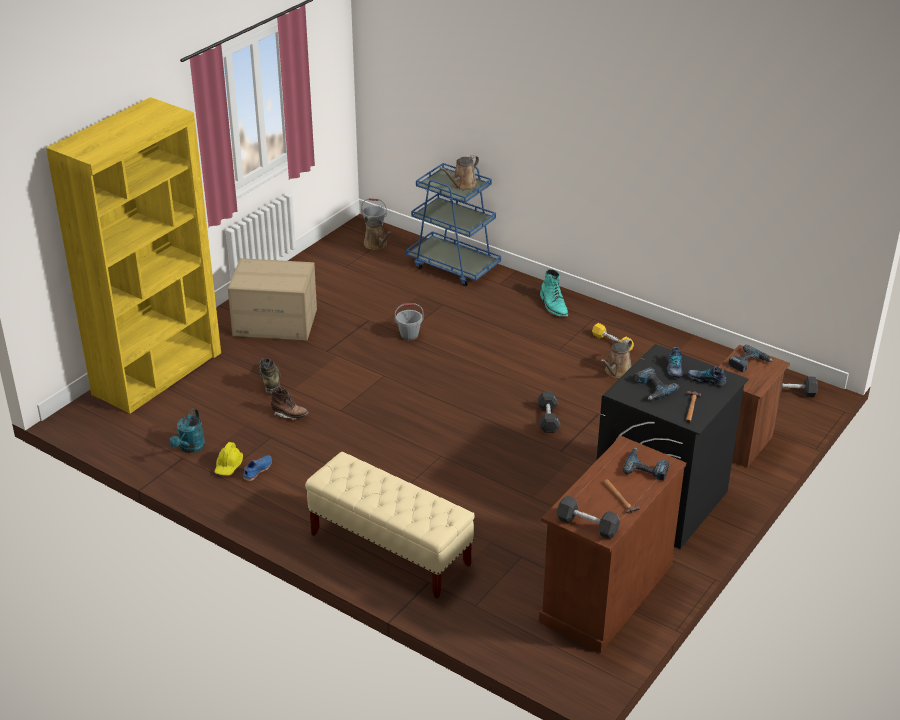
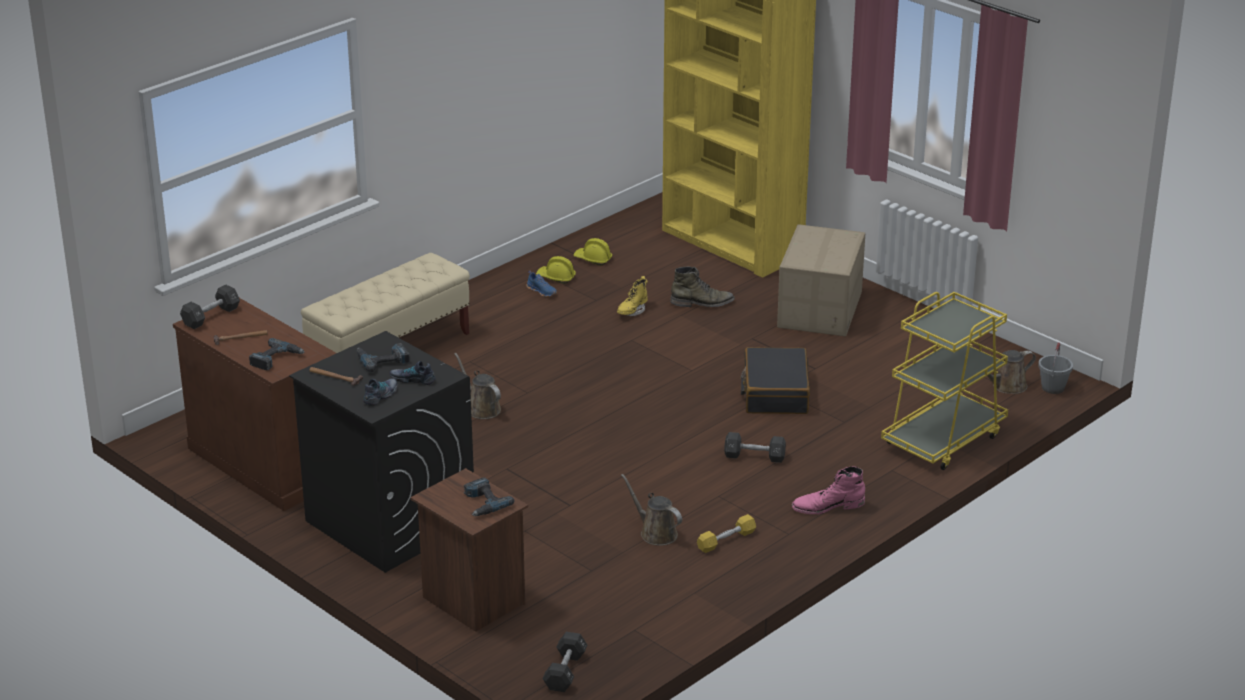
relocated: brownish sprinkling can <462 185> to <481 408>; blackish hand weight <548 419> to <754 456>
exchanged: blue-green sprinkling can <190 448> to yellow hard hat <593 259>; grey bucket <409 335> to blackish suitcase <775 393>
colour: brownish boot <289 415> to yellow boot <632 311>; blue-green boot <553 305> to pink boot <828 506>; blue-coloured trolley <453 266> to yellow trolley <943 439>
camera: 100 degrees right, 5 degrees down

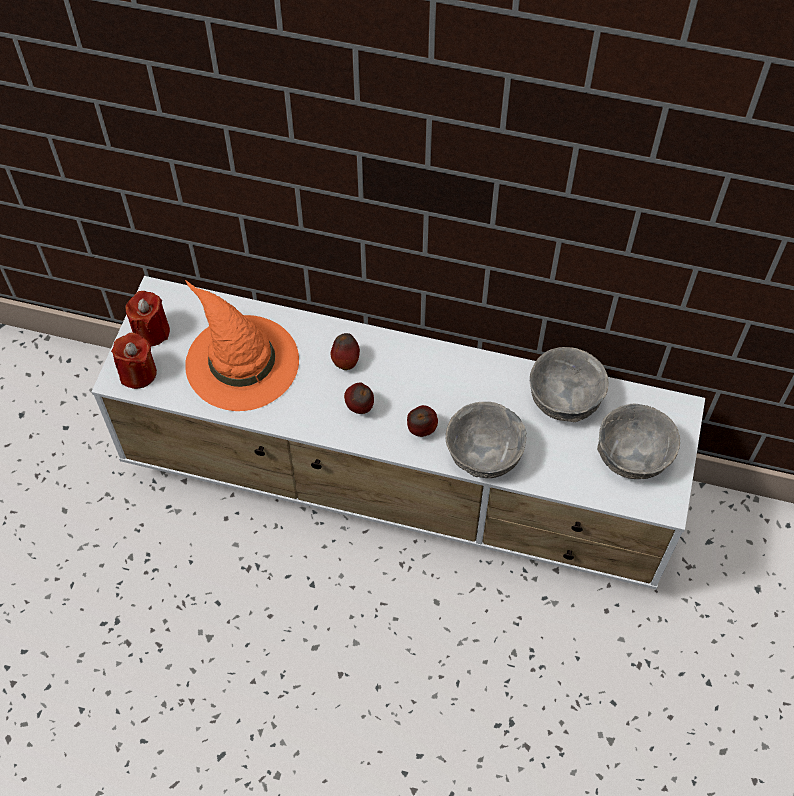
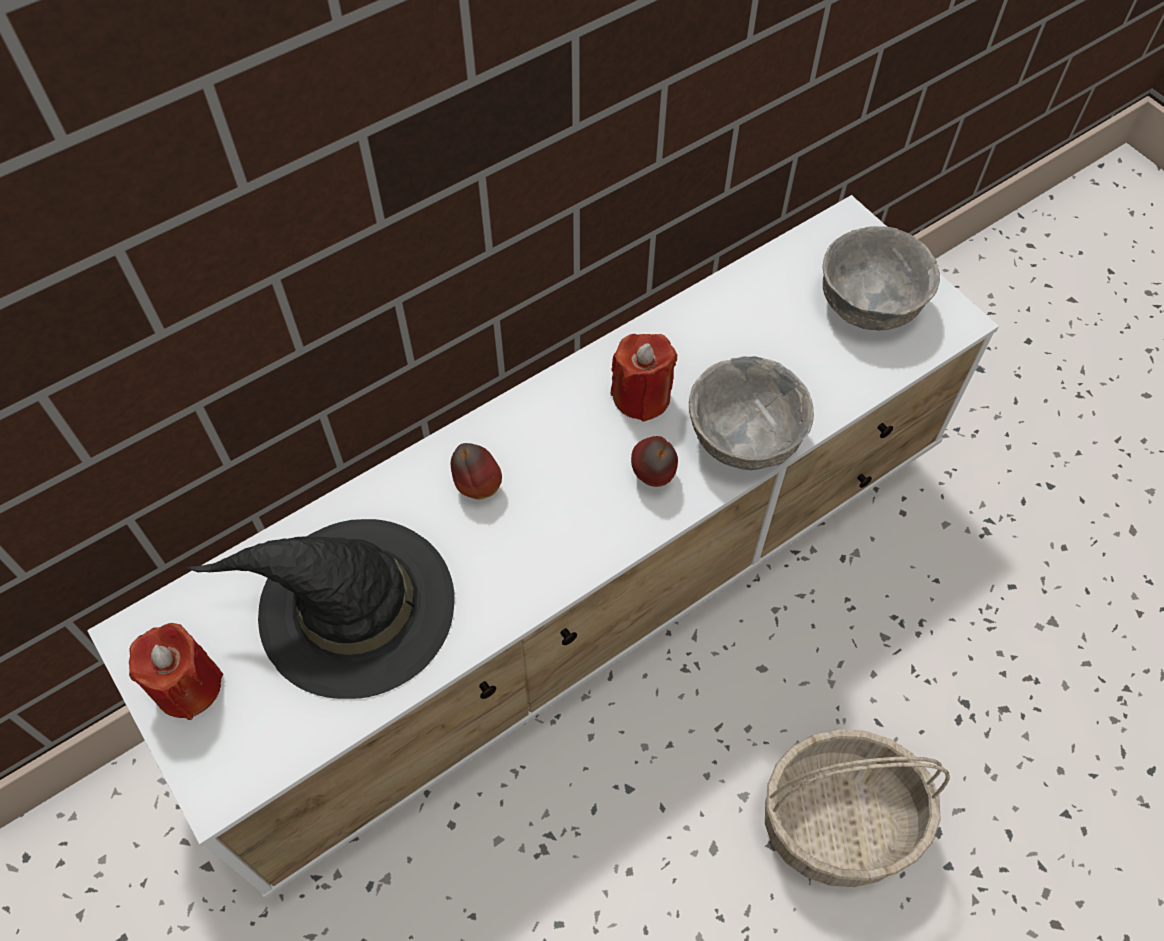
missing: apple fruit <360 408>; grey deep dish <565 399>
appeared: storage basket <838 821>
relocated: red candle <138 373> to <641 396>
colour: orangey hat <240 361> to blackish hat <353 607>
camera: 50 degrees left, 0 degrees up

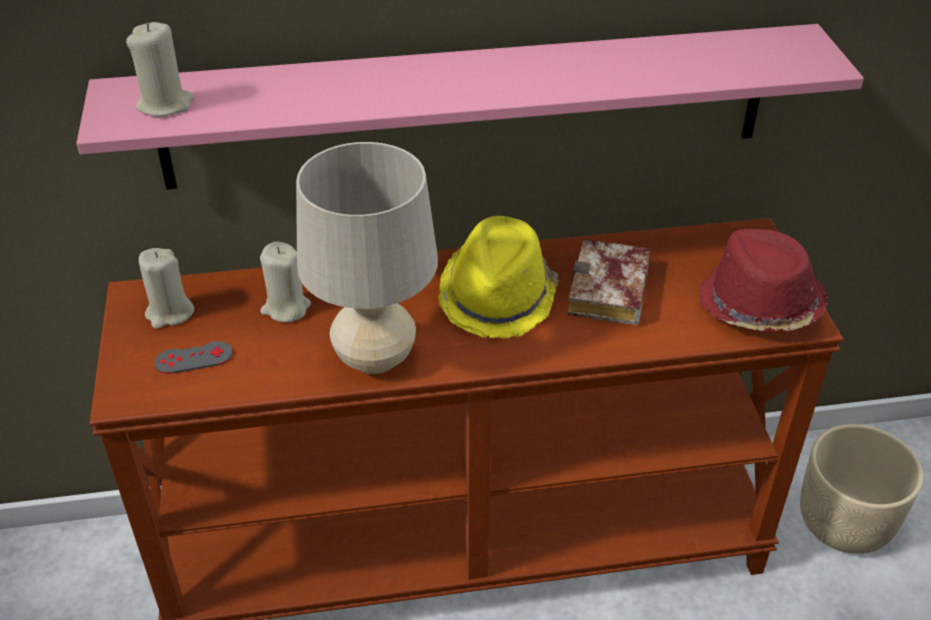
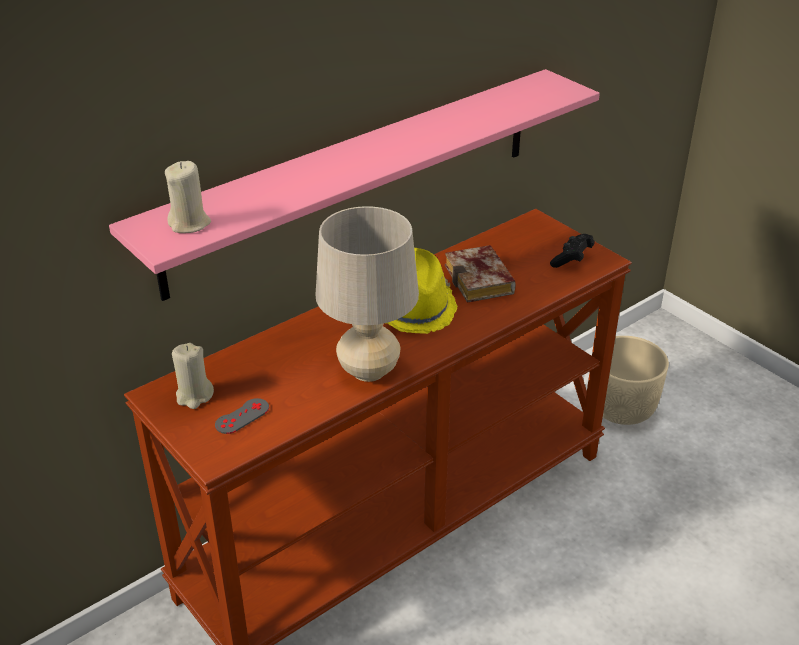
missing: sand-coloured candle <286 308>
exchanged: red hat <758 306> to blackish joypad <572 260>
camera: 30 degrees left, 5 degrees down

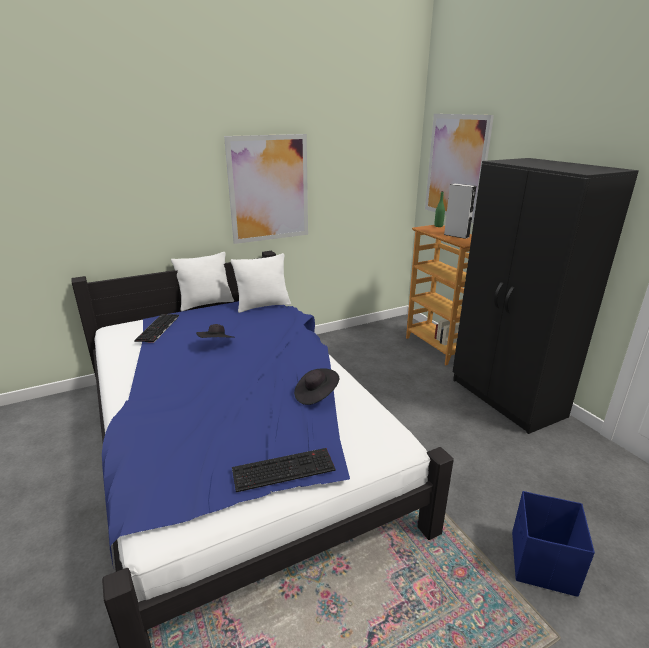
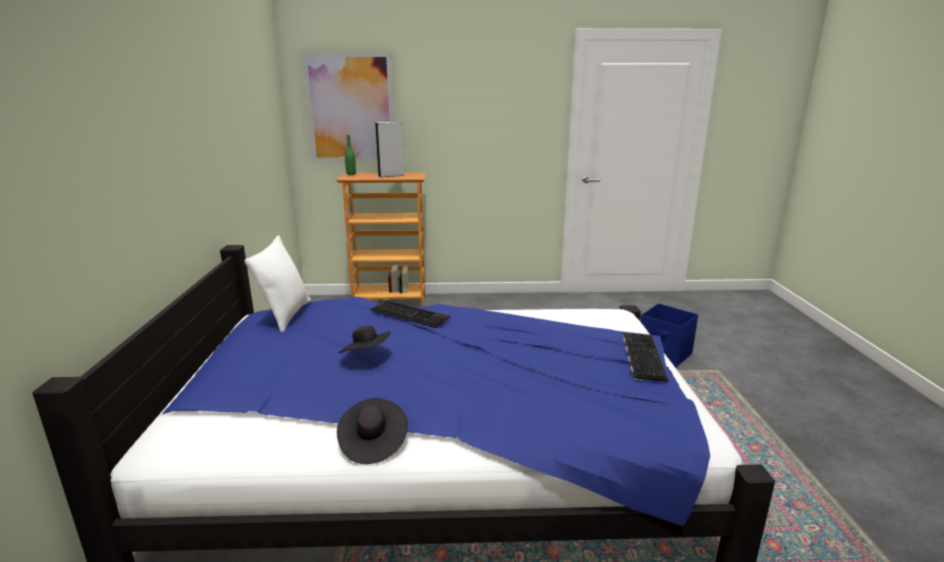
missing: whitish pillow <206 304>; wall picture <269 189>; blackish clothes cupboard <506 398>
relocated: blackish hat <316 395> to <372 443>; keyboard <158 328> to <411 314>
camera: 65 degrees left, 5 degrees down

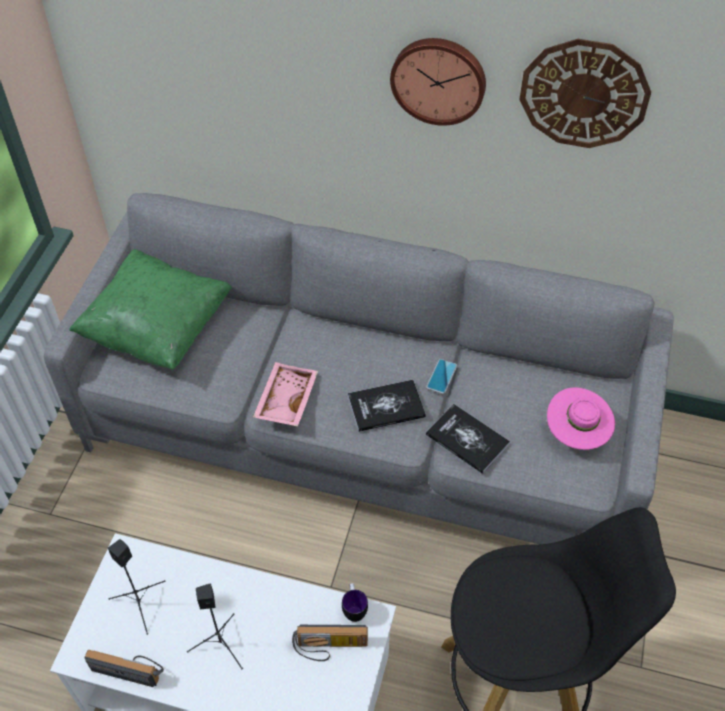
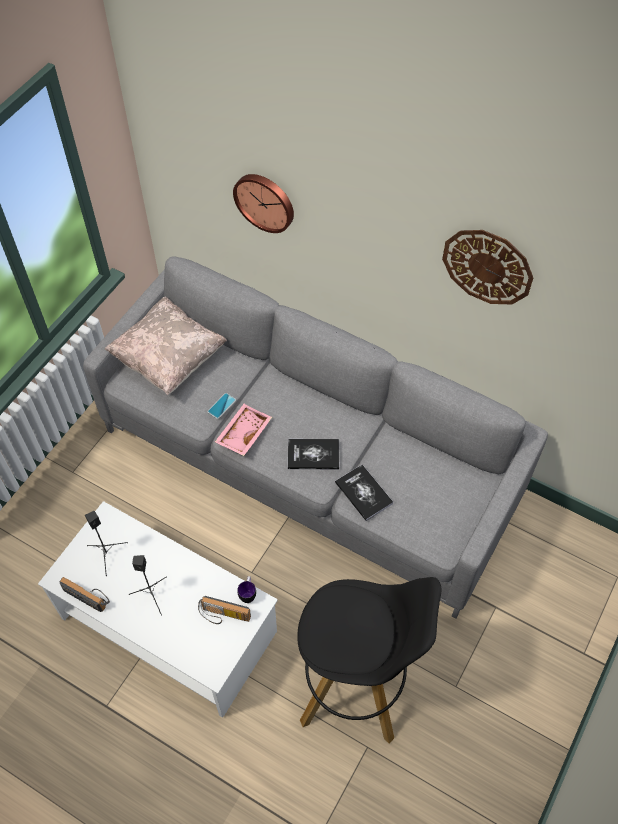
missing: pink hat <576 433>
relocated: handset <441 376> to <221 406>; hanging clock <439 79> to <265 201>
colour: green pillow <158 329> to sand-coloured pillow <169 359>
camera: 15 degrees right, 5 degrees up

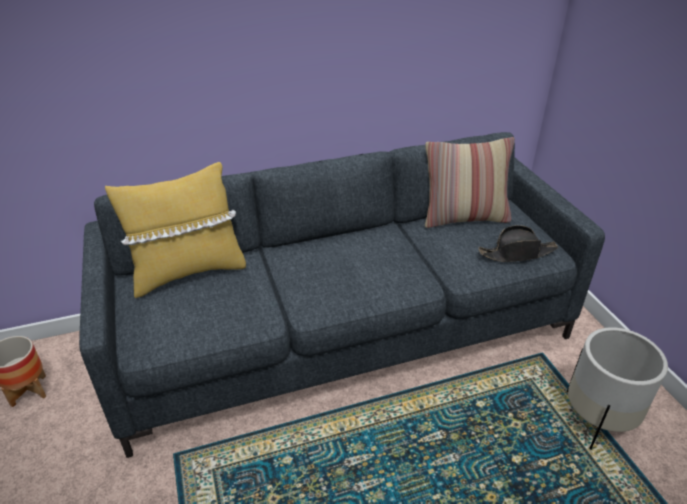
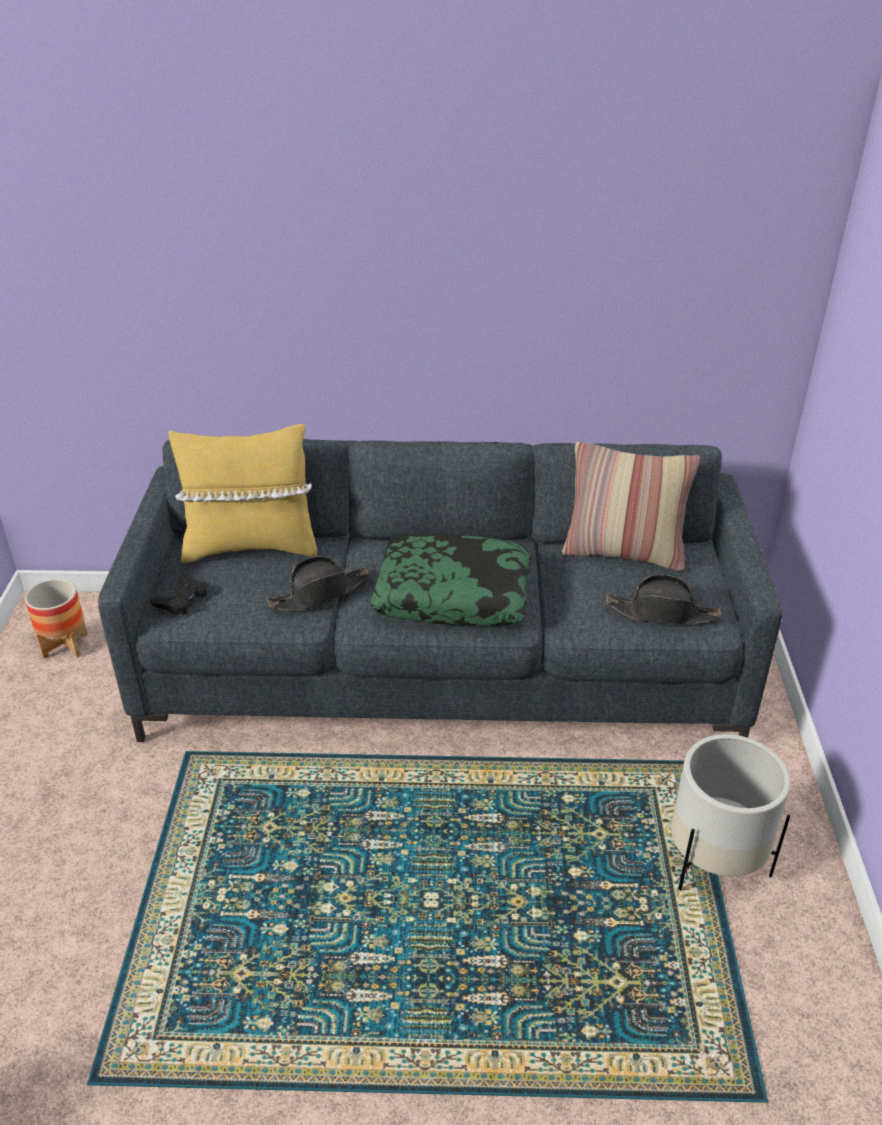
appeared: blackish joypad <182 599>; blackish hat <320 593>; pillow <453 594>
camera: 20 degrees right, 0 degrees up

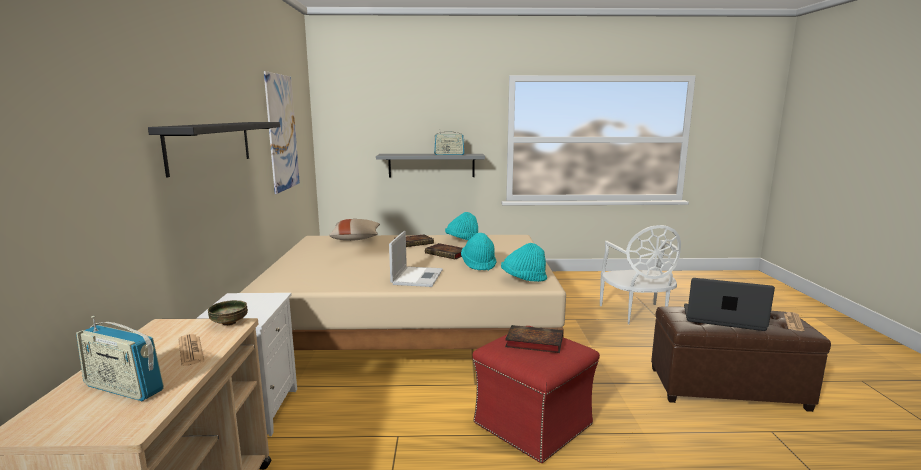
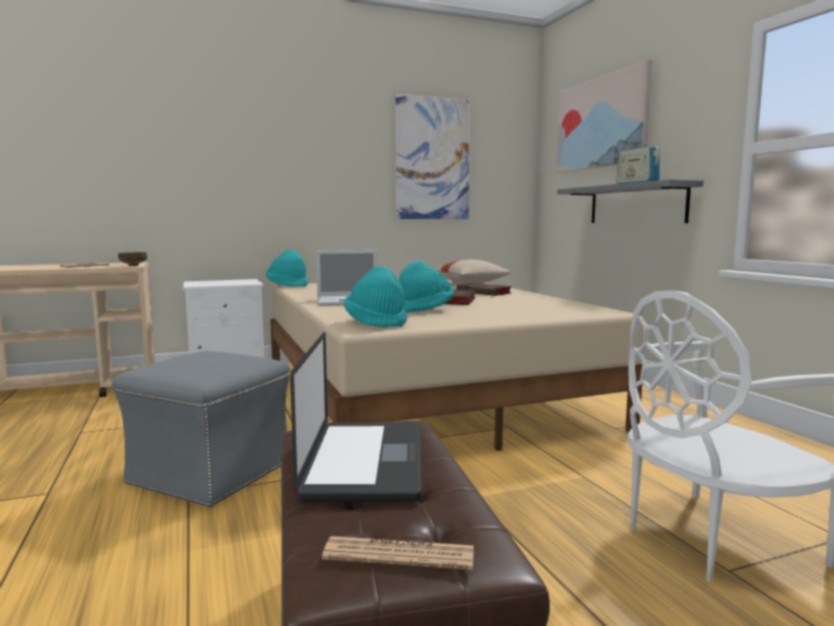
missing: radio receiver <123 388>; blackish wall shelf <211 145>; bound book <532 342>
appeared: wall picture <602 122>
relocated: blue-green hat <462 240> to <287 285>
colour: red pouffe <533 424> to grey pouffe <210 473>
camera: 70 degrees right, 5 degrees down

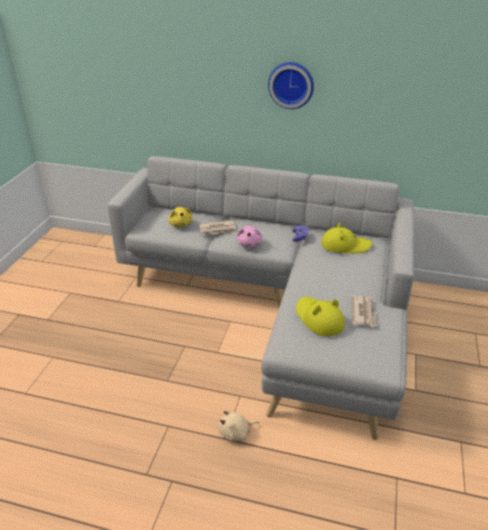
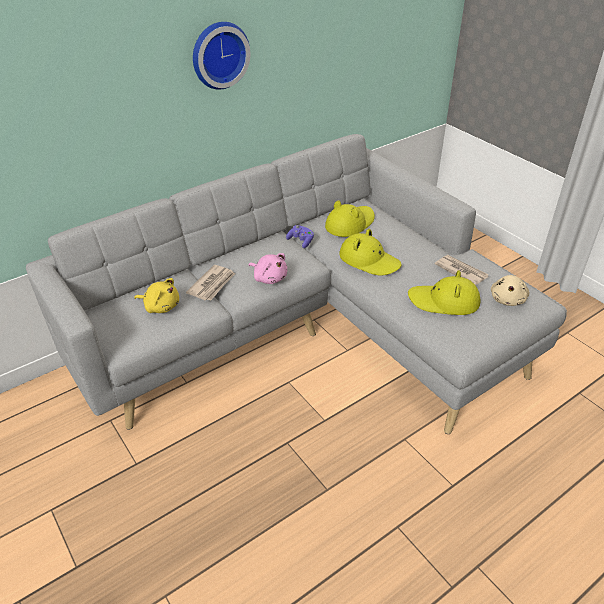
appeared: yellow hat <369 260>
relocated: sand-coloured plush toy <236 432> to <507 299>
camera: 50 degrees left, 5 degrees up

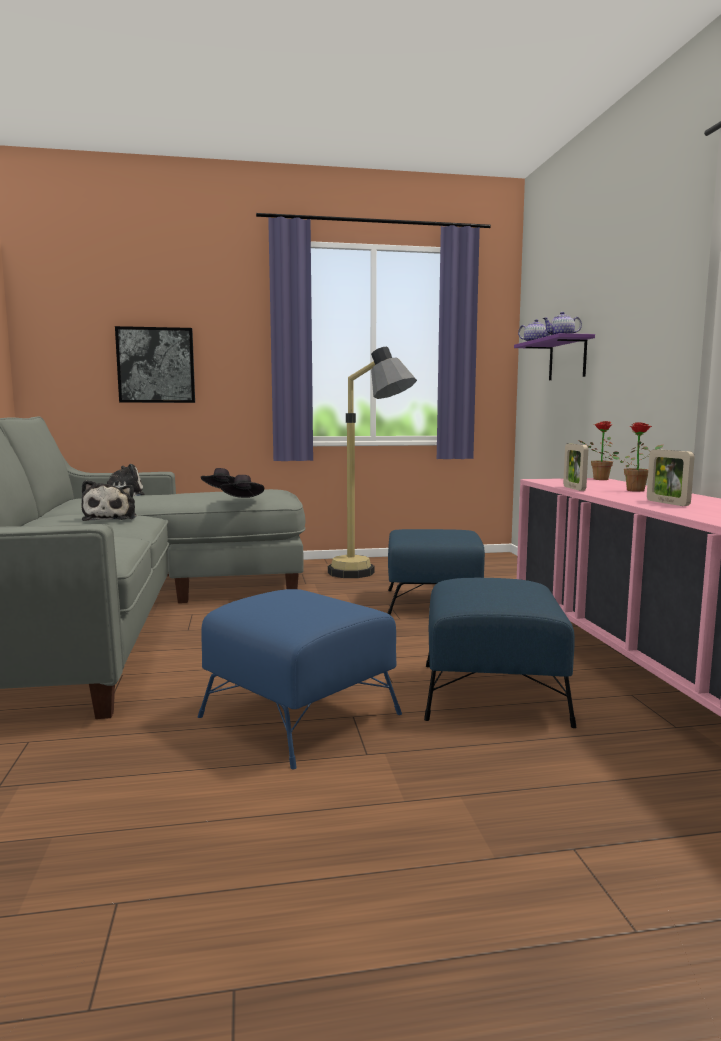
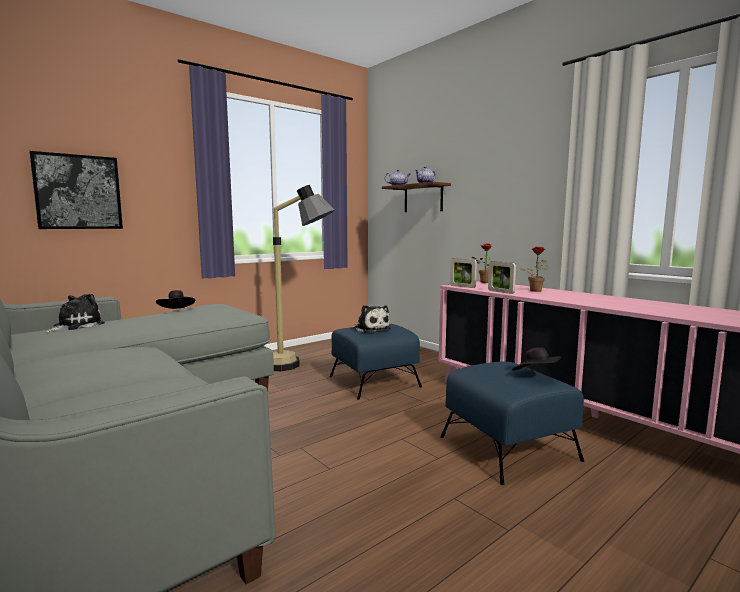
missing: blue-coloured pouffe <300 716>
relocated: plush toy <111 518> to <370 329>; photo frame <667 503> to <462 286>; blackish hat <243 500> to <536 375>
colour: purplish wall shelf <567 359> to brownish wall shelf <423 198>
camera: 30 degrees left, 0 degrees up

